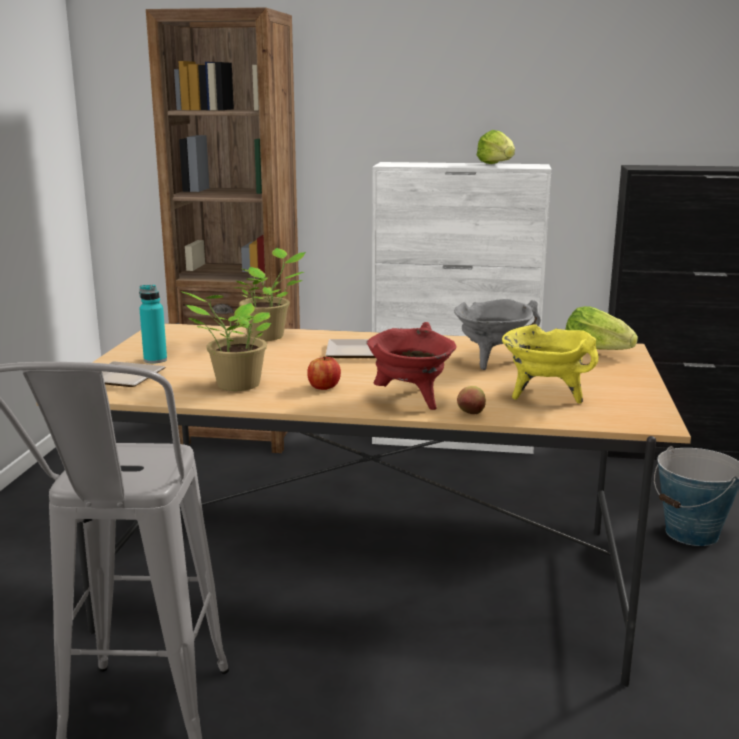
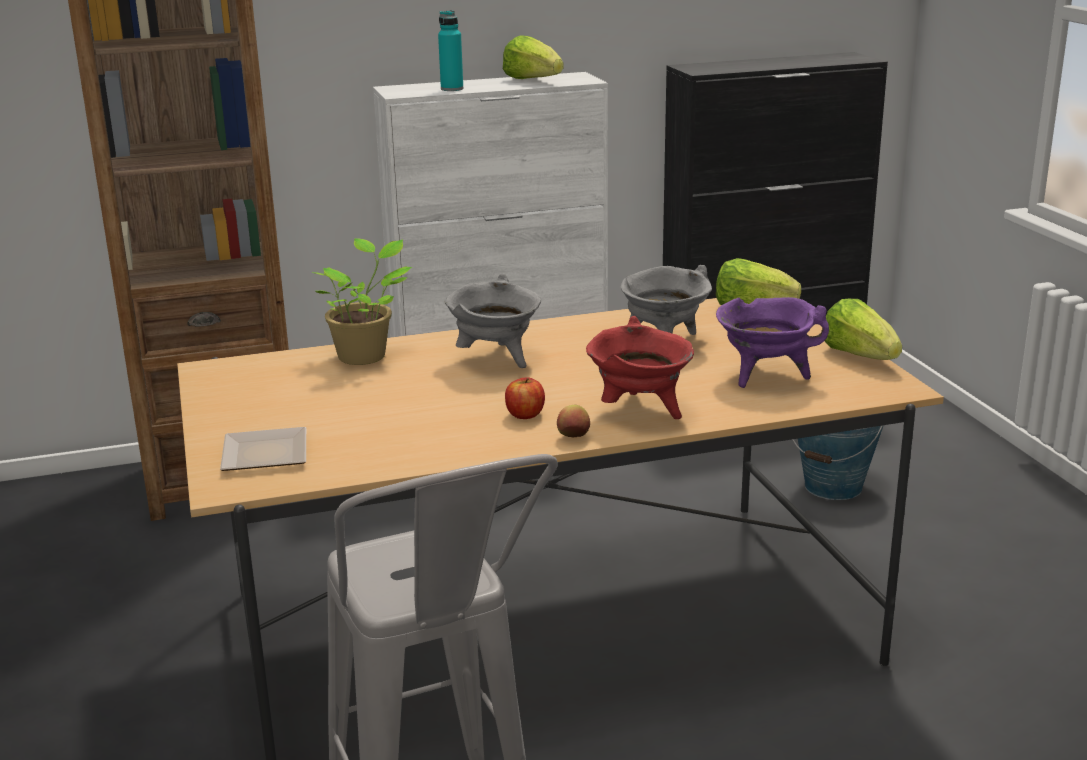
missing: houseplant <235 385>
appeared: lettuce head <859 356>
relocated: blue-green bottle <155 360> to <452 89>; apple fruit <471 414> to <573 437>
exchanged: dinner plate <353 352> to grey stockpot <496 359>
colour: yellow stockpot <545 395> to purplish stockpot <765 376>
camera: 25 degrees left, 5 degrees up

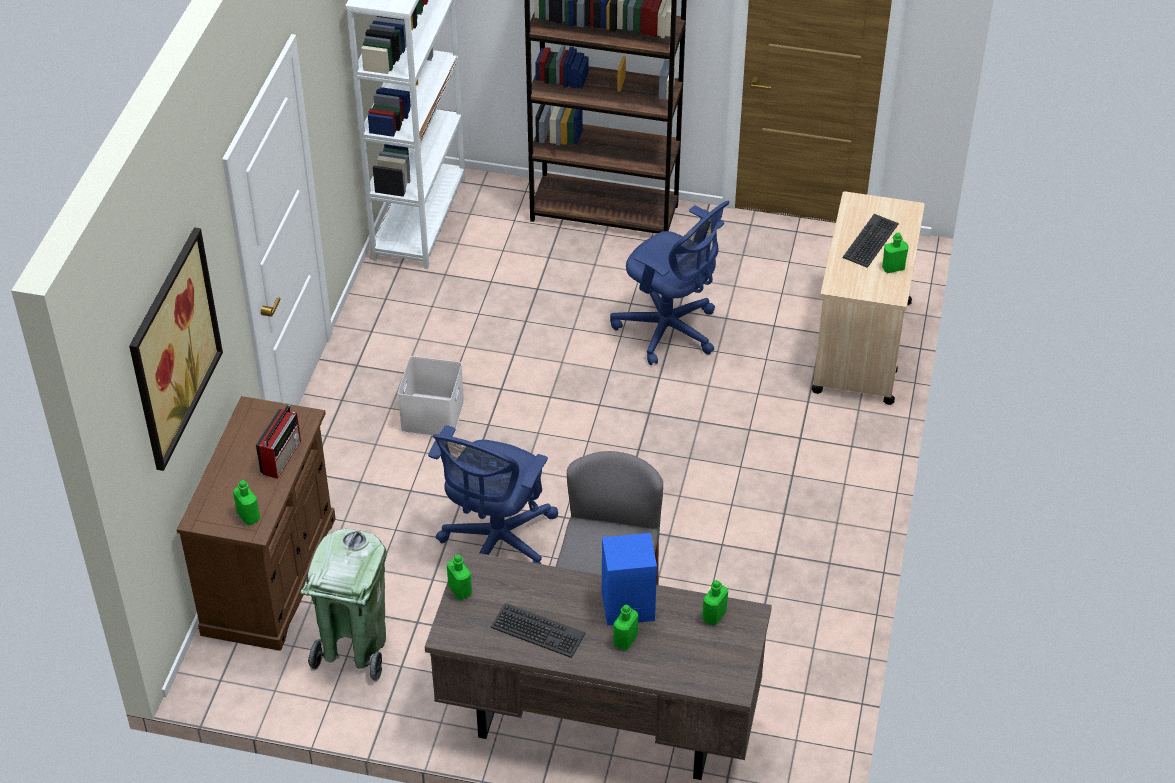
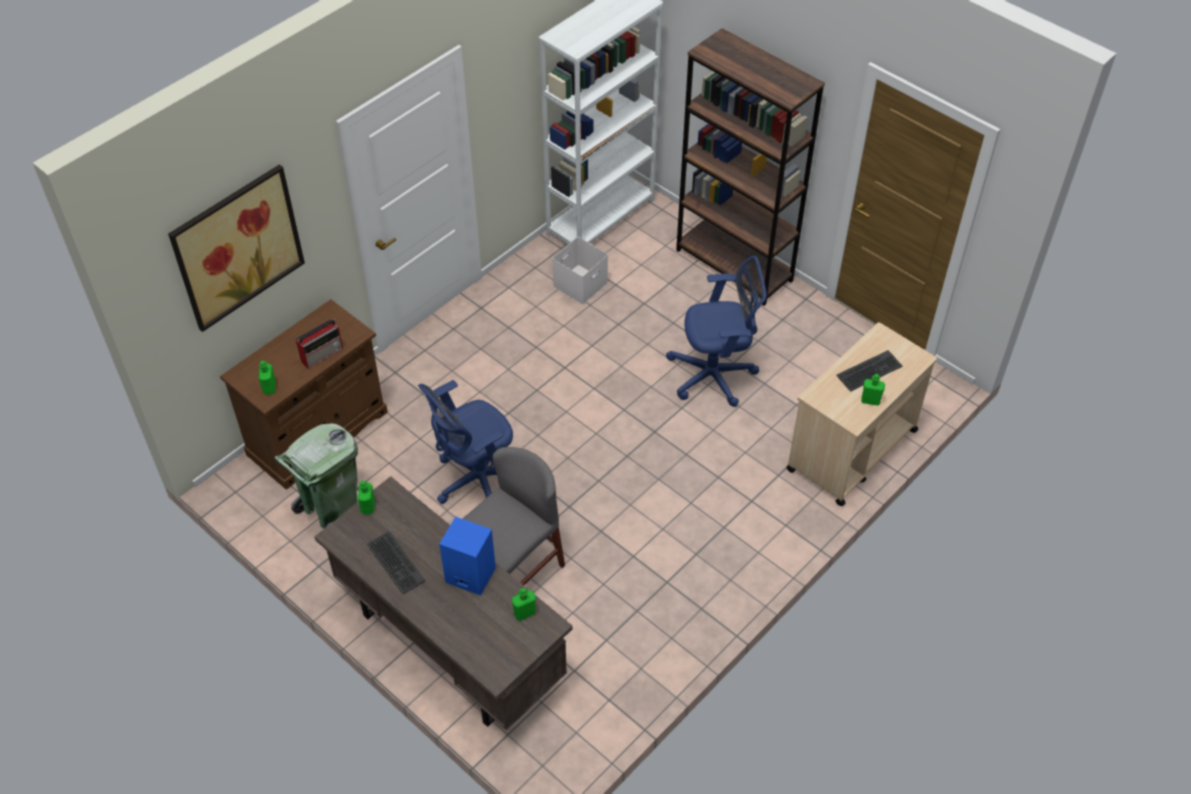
missing: green bottle <625 640>
relocated: whitish storage bin <431 414> to <580 283>
spun: blue-coloured office chair <670 331> = <715 375> 75 degrees counterclockwise
camera: 30 degrees right, 5 degrees up

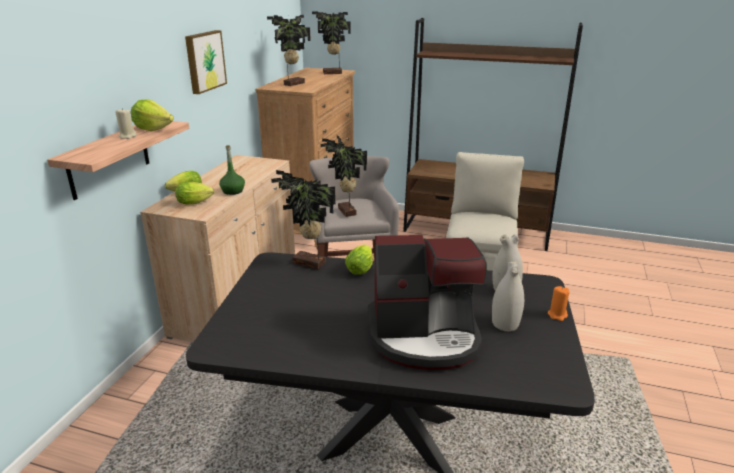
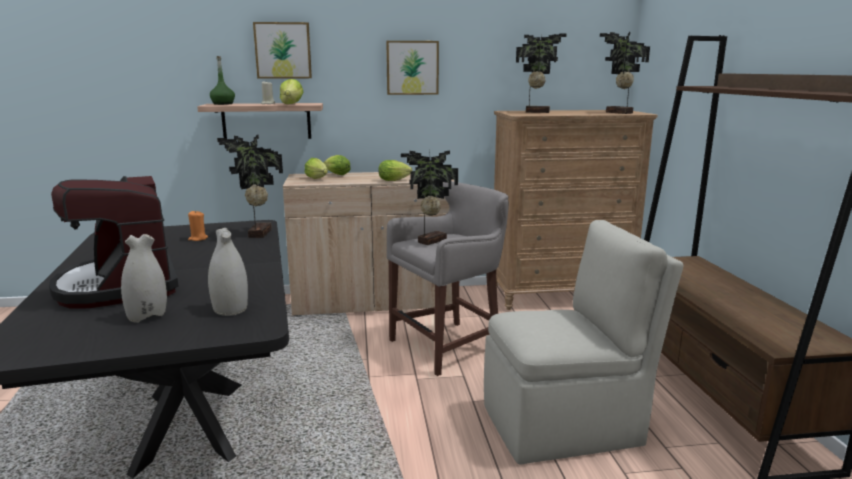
appeared: wall picture <283 50>
relocated: orangey candle <557 315> to <198 239>; green bottle <233 191> to <223 104>; lettuce head <361 268> to <395 180>
camera: 65 degrees right, 10 degrees down

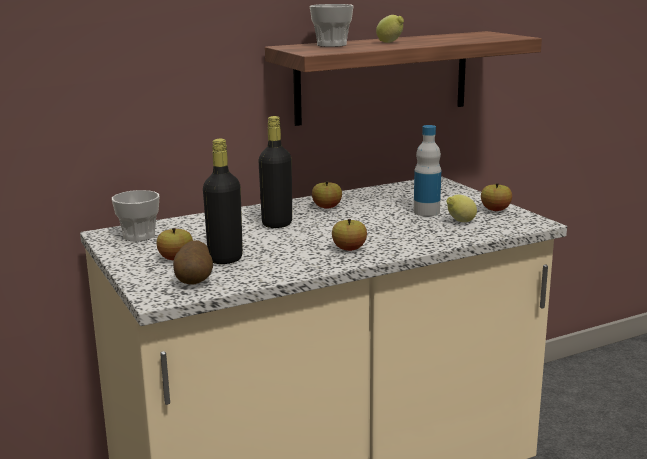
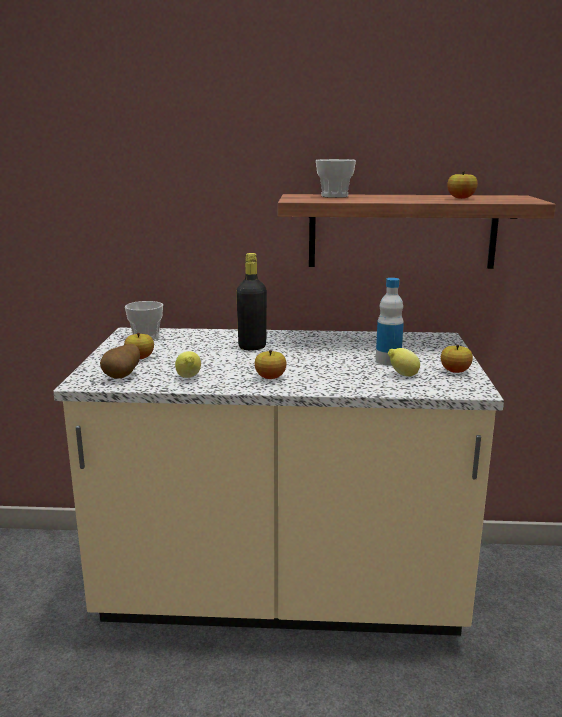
missing: blackish bottle <225 259>
relocated: whole lemon <390 43> to <189 378>; apple fruit <327 207> to <461 198>
camera: 30 degrees right, 0 degrees up

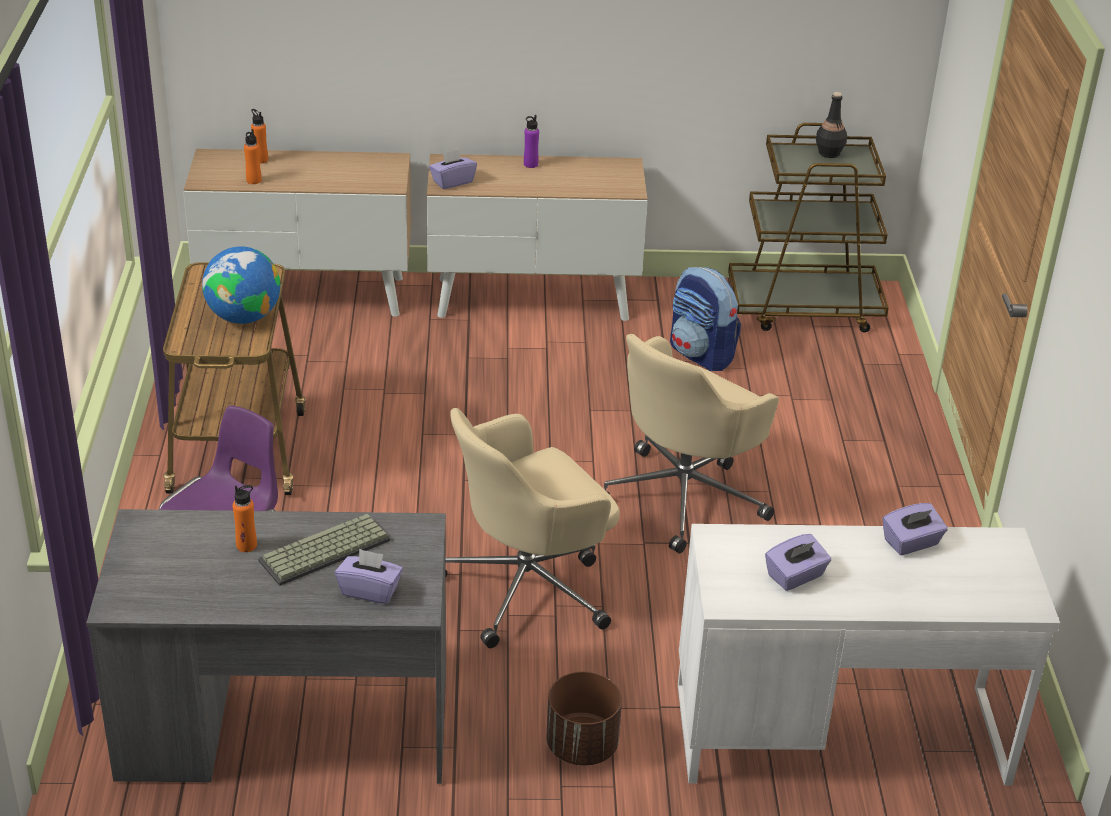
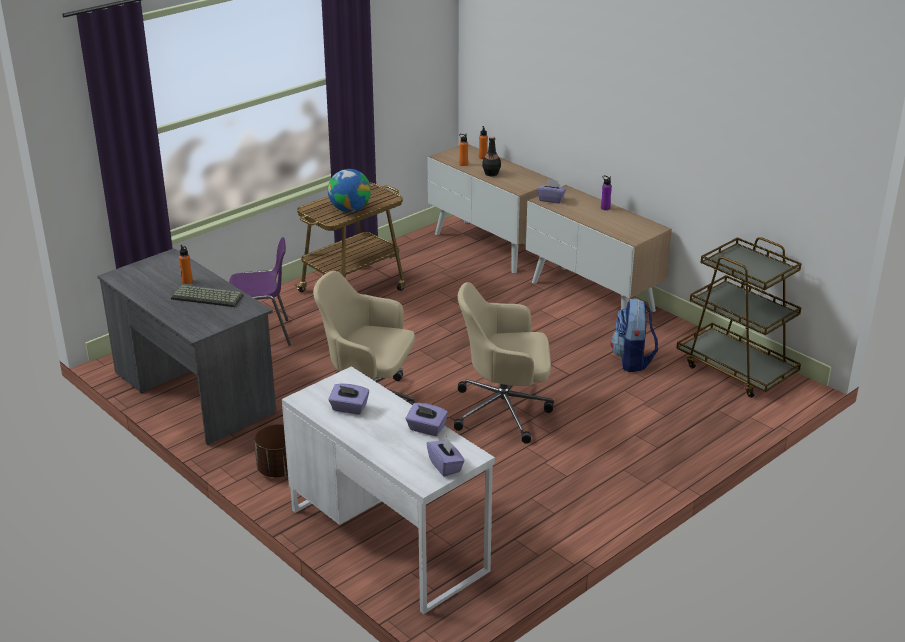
relocated: purplish box of tissues <370 590> to <445 466>; blackish bottle <829 153> to <491 173>
camera: 50 degrees right, 5 degrees down

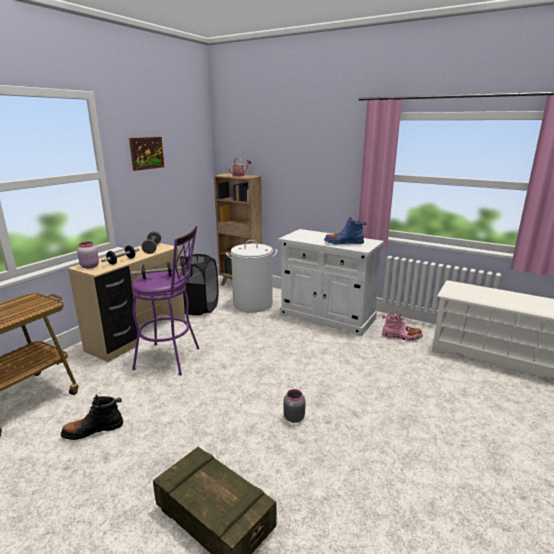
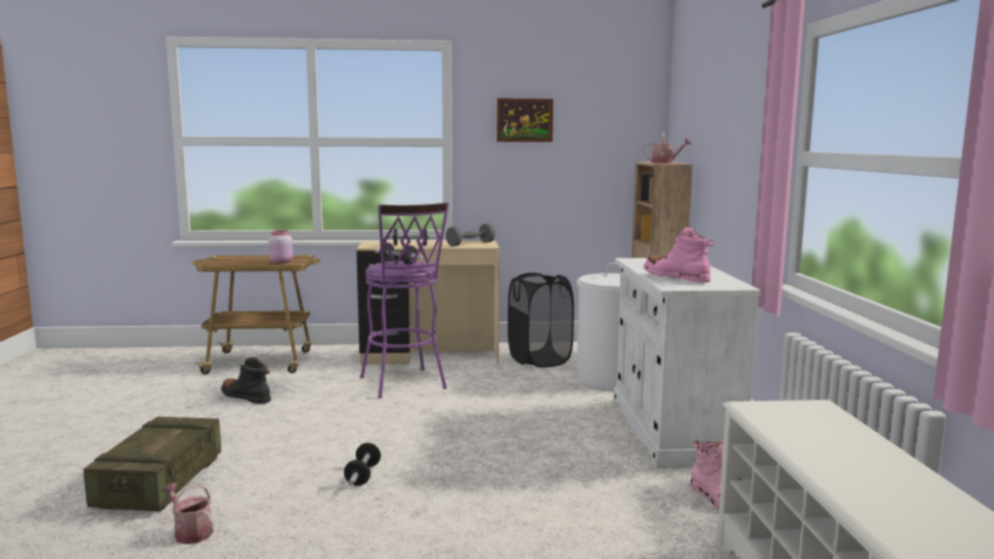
appeared: sprinkling can <190 532>
relocated: pink jar <89 266> to <281 262>
exchanged: grey jar <293 418> to hand weight <363 475>
colour: blue-coloured boot <343 243> to pink boot <676 277>
camera: 55 degrees right, 10 degrees down

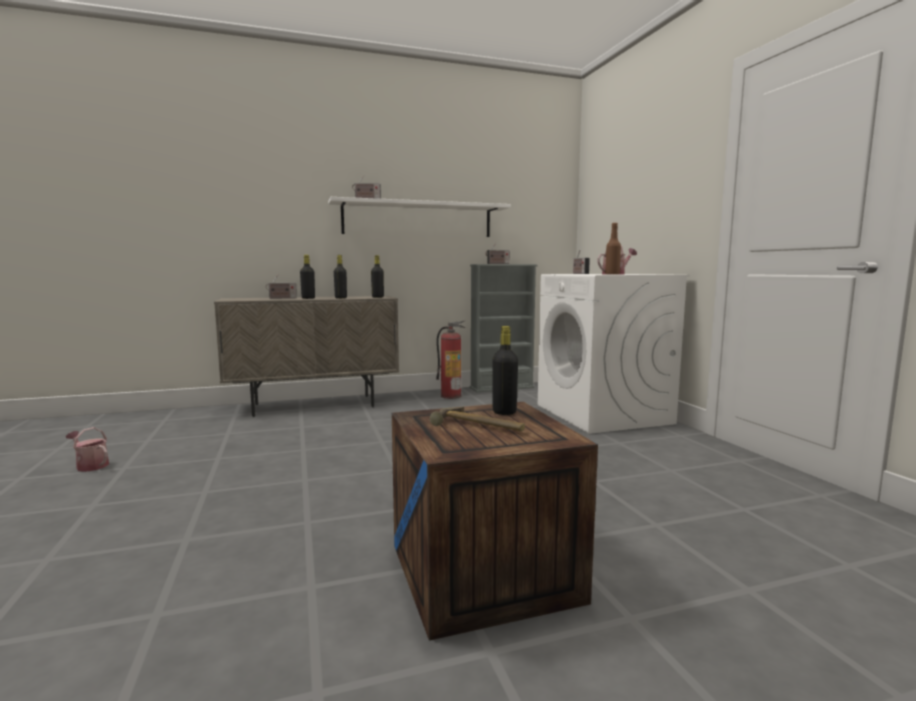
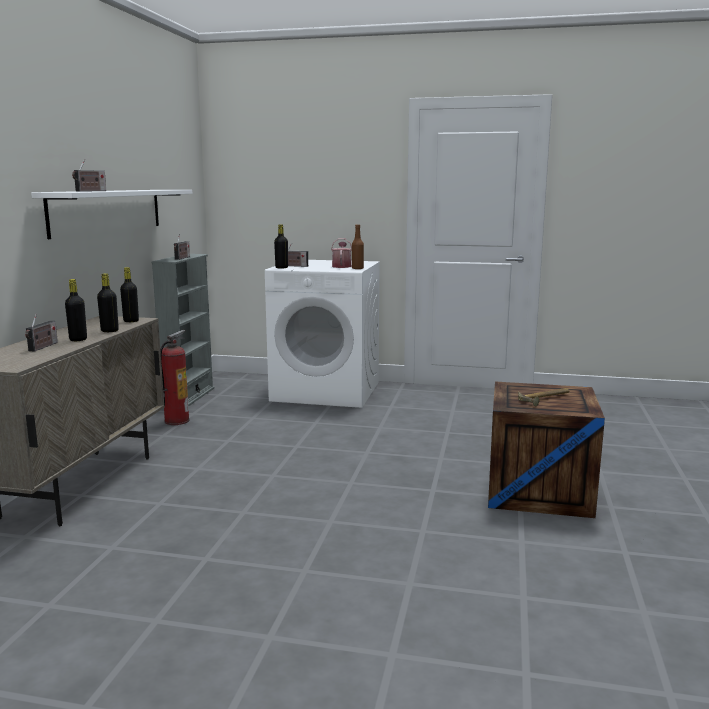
missing: sprinkling can <90 465>
relocated: blackish bottle <504 412> to <281 268>
camera: 60 degrees left, 5 degrees up

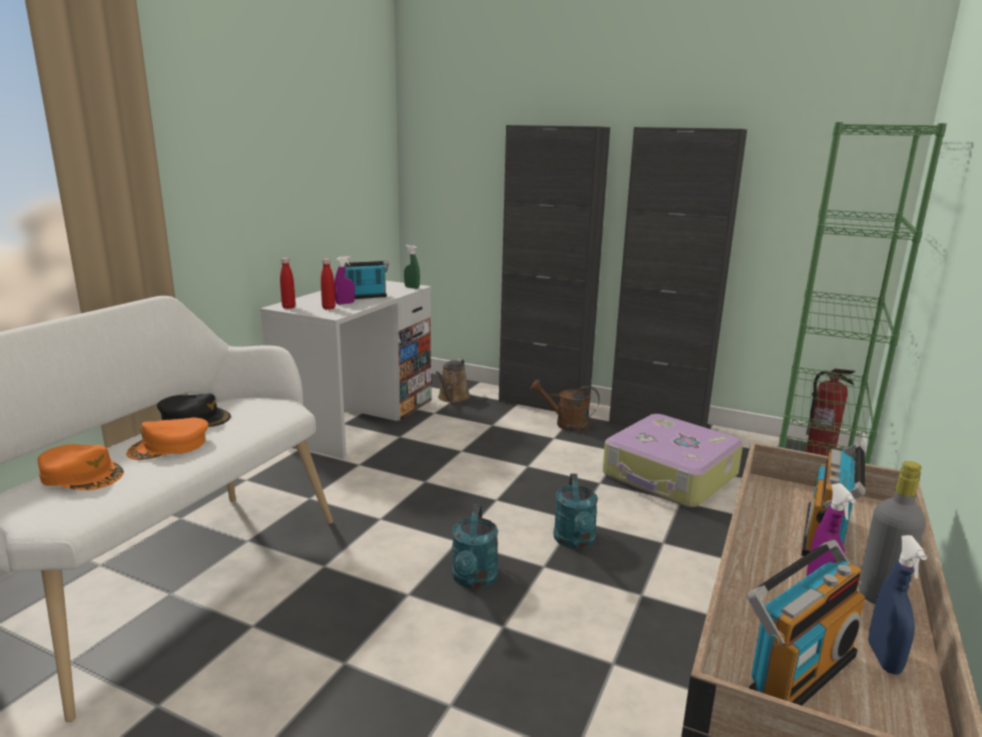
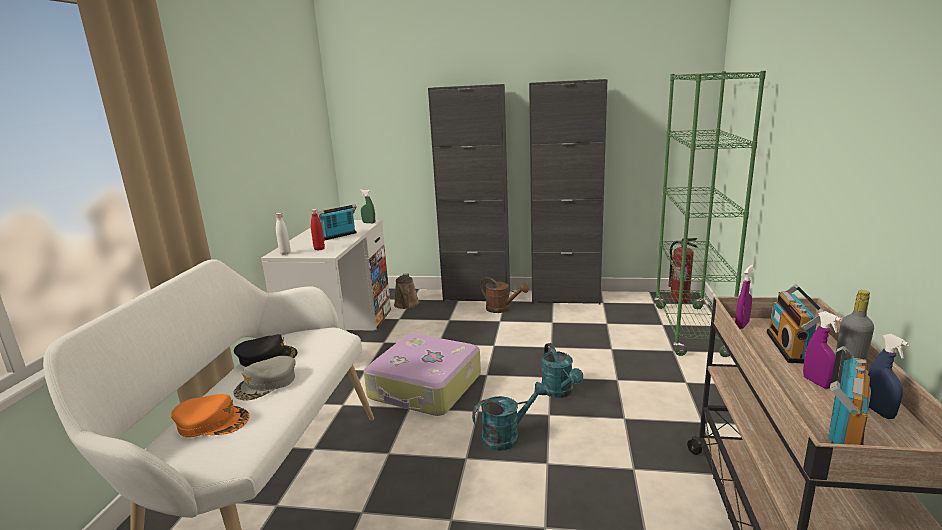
relocated: suitcase <670 476> to <425 387>; purplish hand sprayer <345 303> to <741 325>
colour: orangey peaked cap <169 446> to grey peaked cap <267 383>; red bottle <288 307> to whitish bottle <285 253>
spun: blue-green sprinkling can <474 580> = <507 436> 105 degrees counterclockwise; brownish sprinkling can <566 424> = <502 309> 150 degrees counterclockwise
camera: 15 degrees left, 0 degrees up

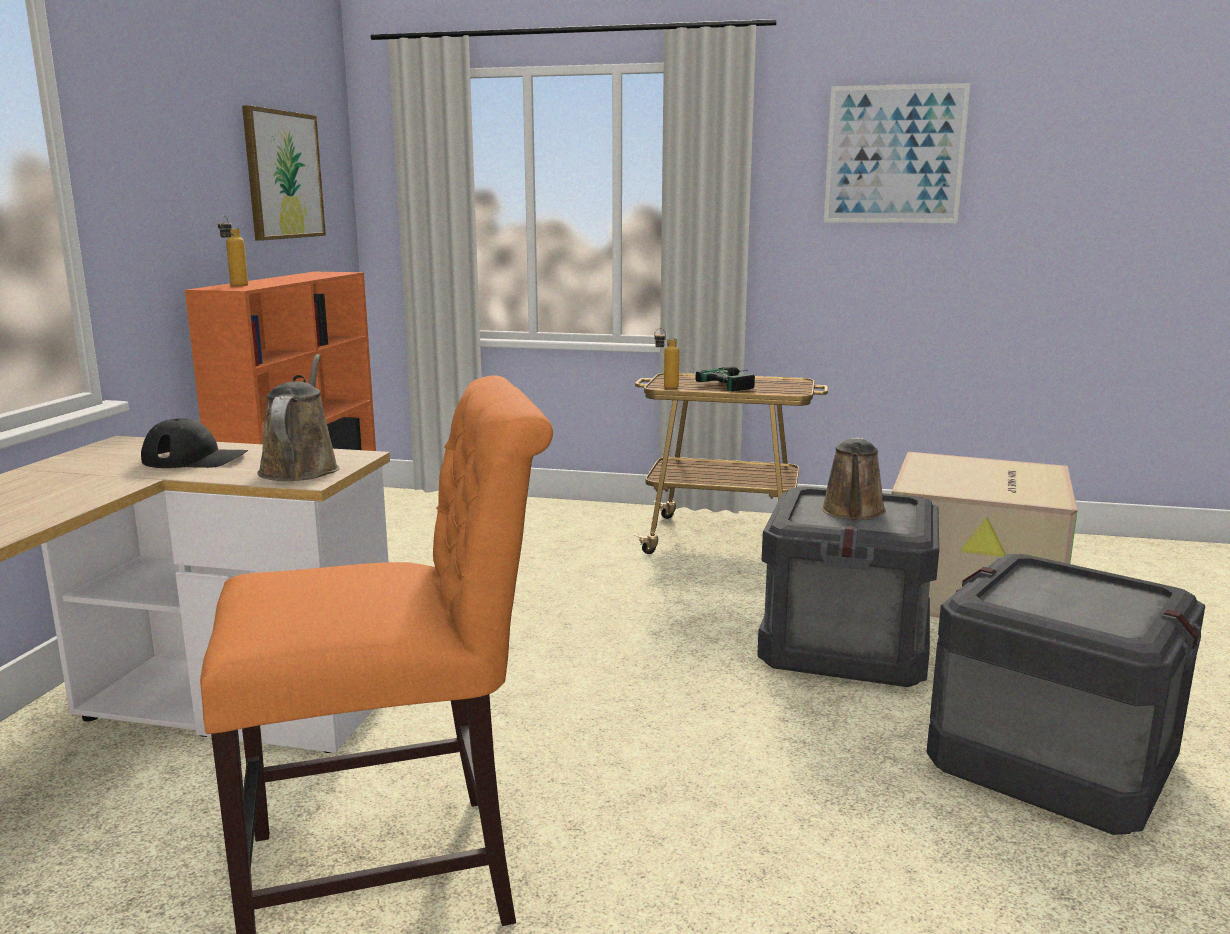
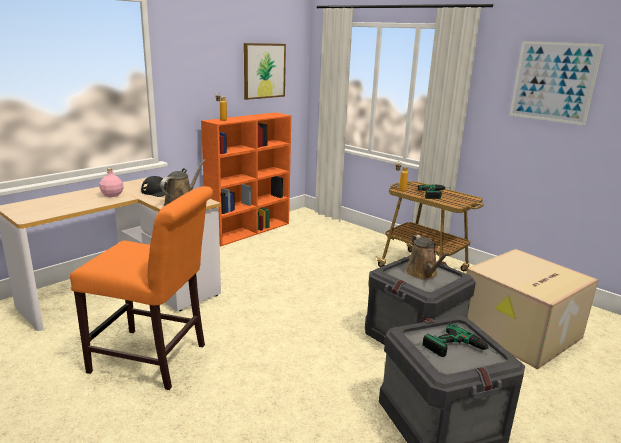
appeared: pink bottle <112 195>; electric drill <460 350>
spun: brownish sprinkling can <853 512> = <423 274> 60 degrees counterclockwise
camera: 30 degrees right, 5 degrees up

